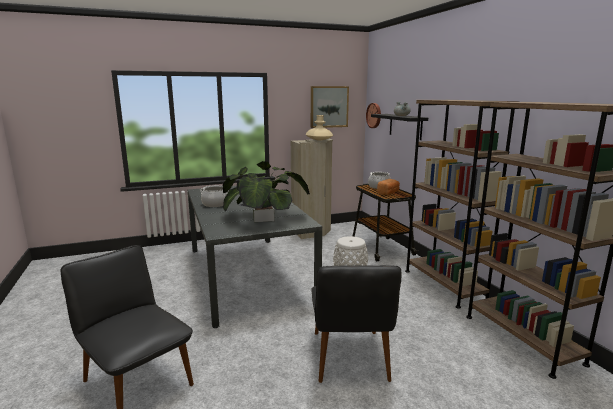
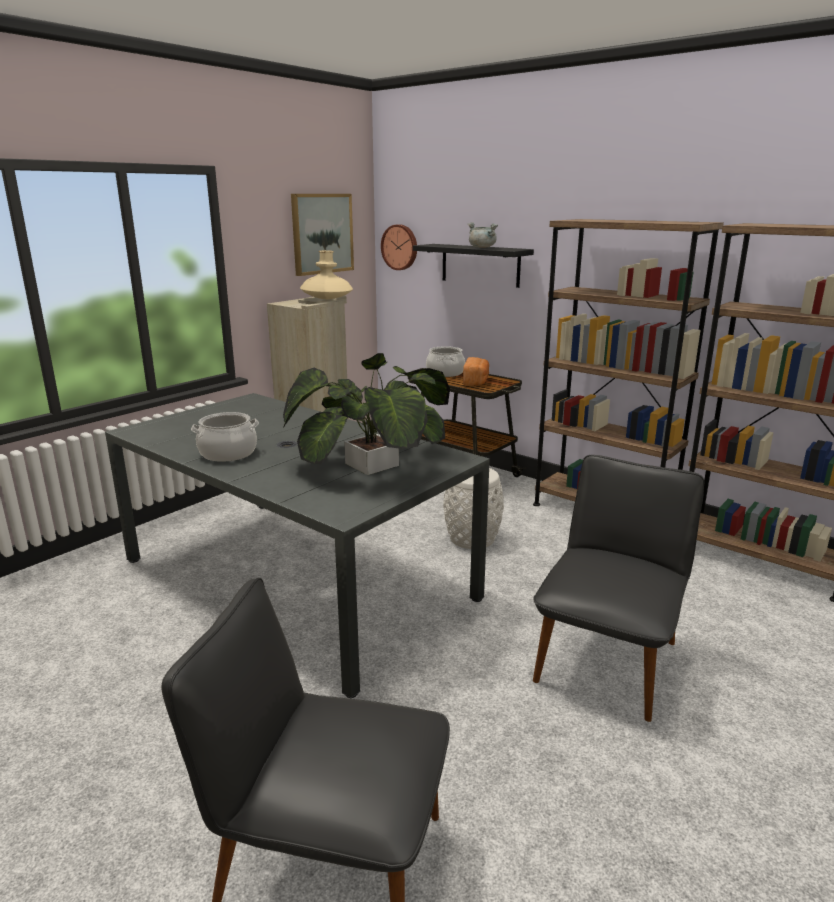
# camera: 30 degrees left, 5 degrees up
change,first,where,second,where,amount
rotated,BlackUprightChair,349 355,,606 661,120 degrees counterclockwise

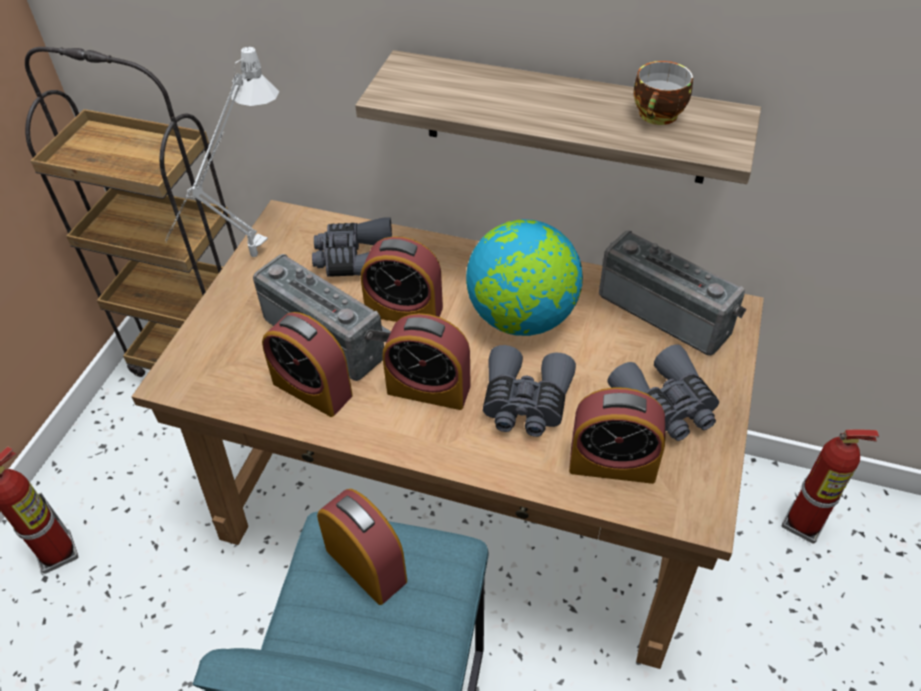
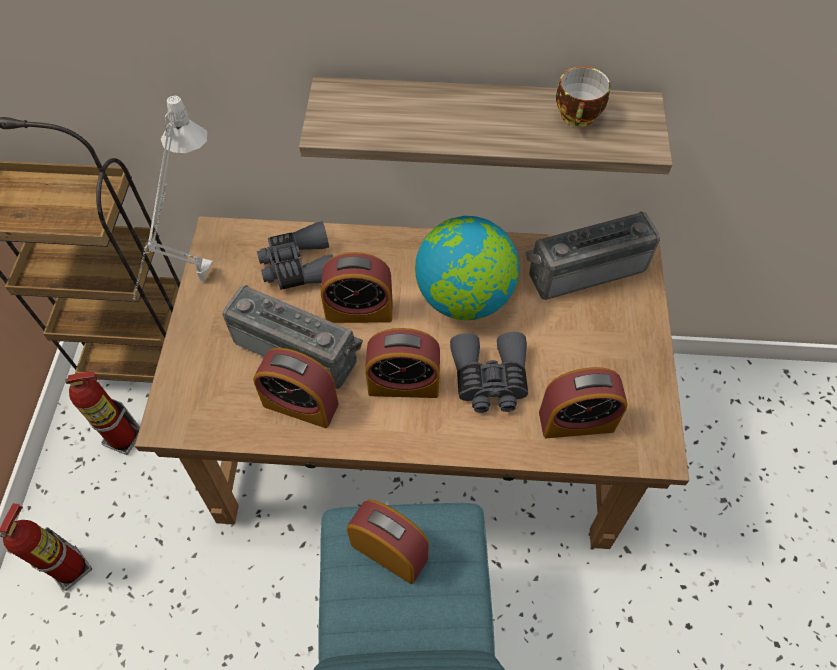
# camera: 15 degrees left, 10 degrees up
change,first,where,second,where,amount
rotated,RadioSet,667 311,,584 268,45 degrees counterclockwise
gone,GrayBinoculars,666 406,,,
shifted,FireFightingCylinder,804 524,,124 439,

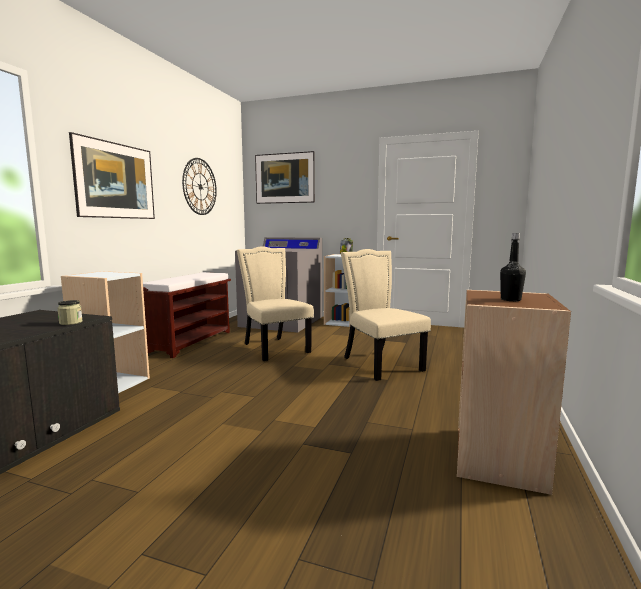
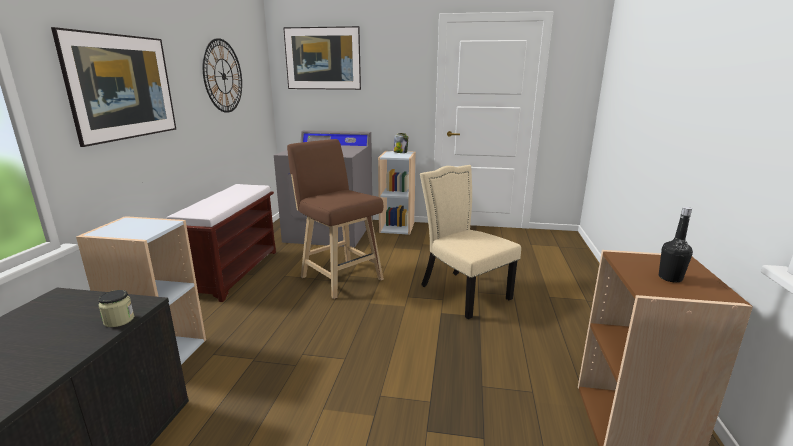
# camera: 10 degrees left, 10 degrees up
change,first,where,second,where,amount
swapped,BeigeColouredUprightChair,275 349,BrownColouredStoolSeat,339 277,

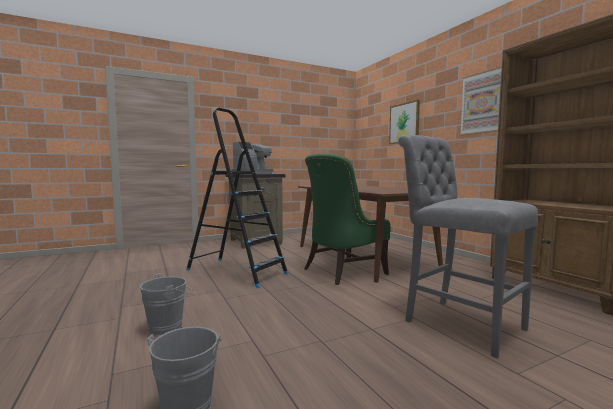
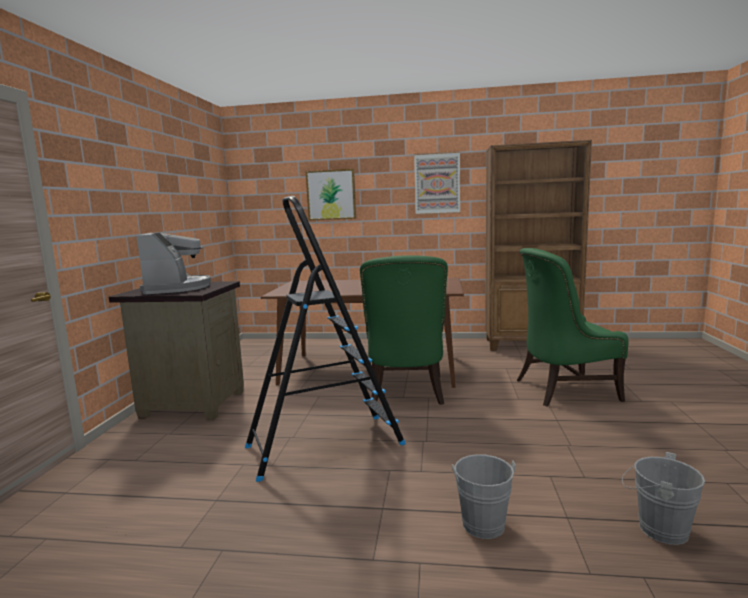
# camera: 55 degrees left, 5 degrees up
change,first,where,second,where,amount
swapped,GrayStoolSeat,458 322,GreenColouredUprightChair,564 389,

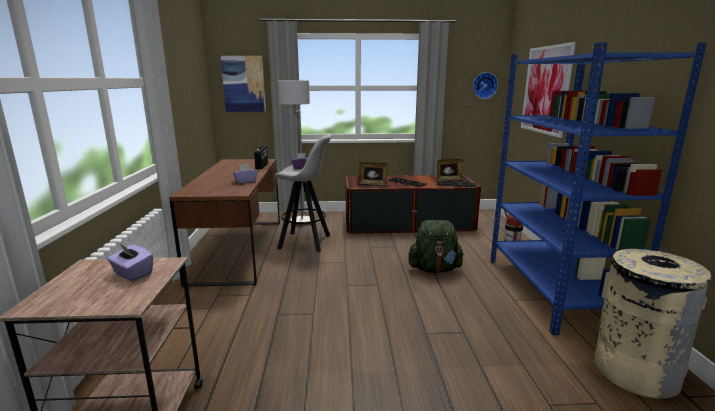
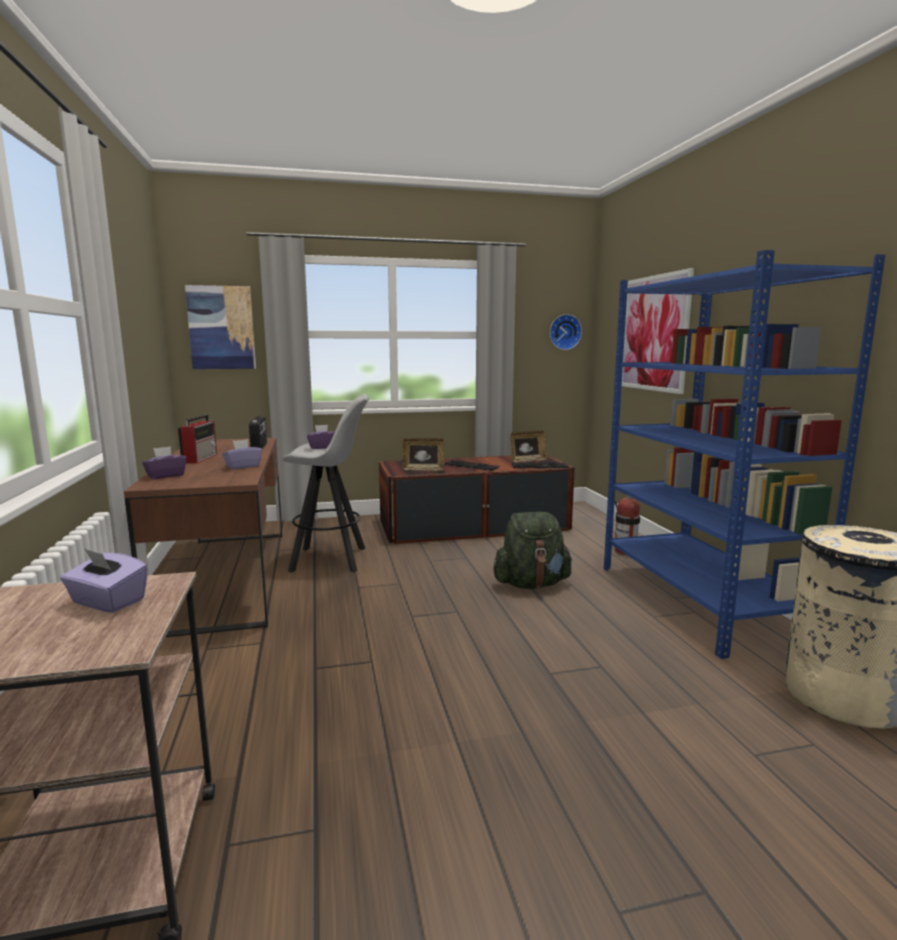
# camera: 10 degrees left, 5 degrees down
change,first,where,second,where,amount
gone,GrayFloorLamp,300 224,,,
new,,,RadioSet,200 458,
new,,,PurpleTissueHolder,165 476,

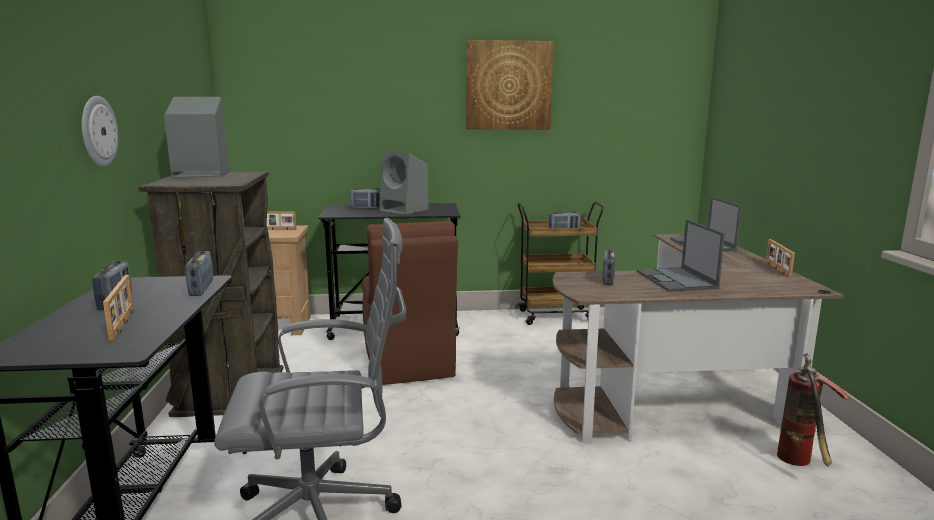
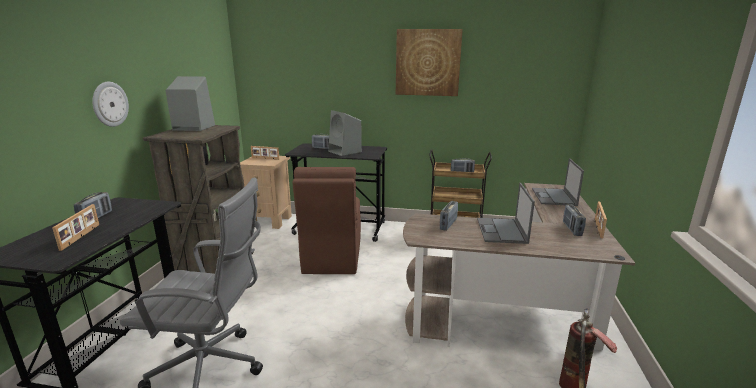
# camera: 15 degrees right, 5 degrees up
change,first,where,second,where,amount
shifted,RadioSet,201 288,,572 229,

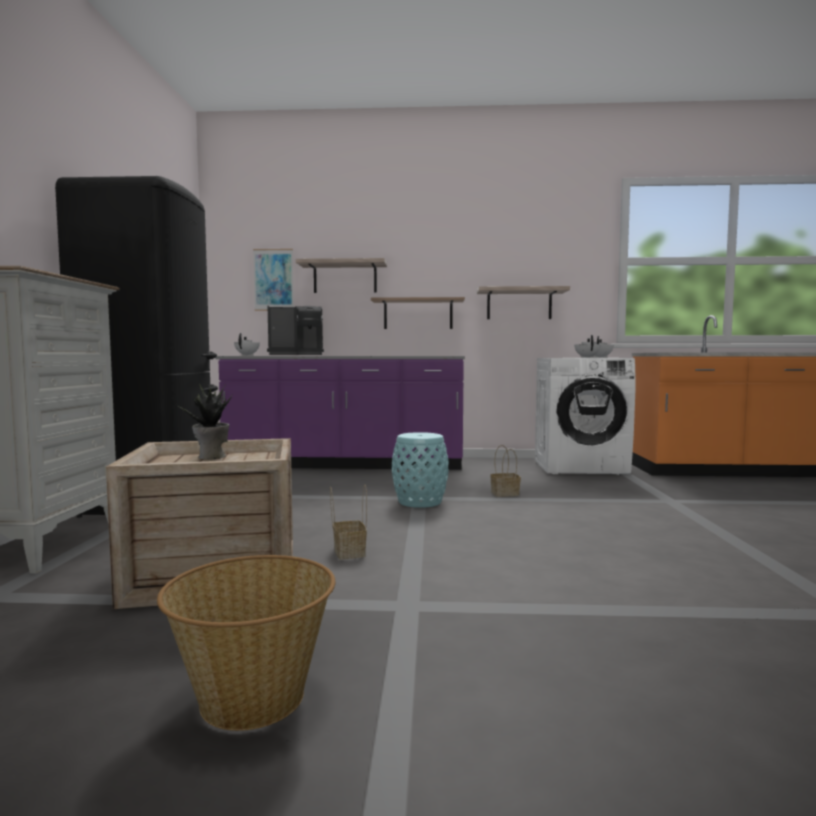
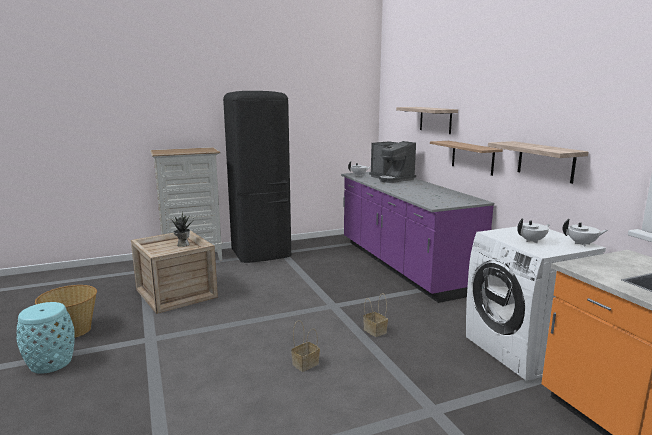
# camera: 65 degrees right, 10 degrees up
change,first,where,second,where,amount
gone,WallPicture,273 280,,,
shifted,TurquoiseColouredStoolSeat,420 502,,51 363,
shifted,HouseholdBasket,348 552,,306 363,

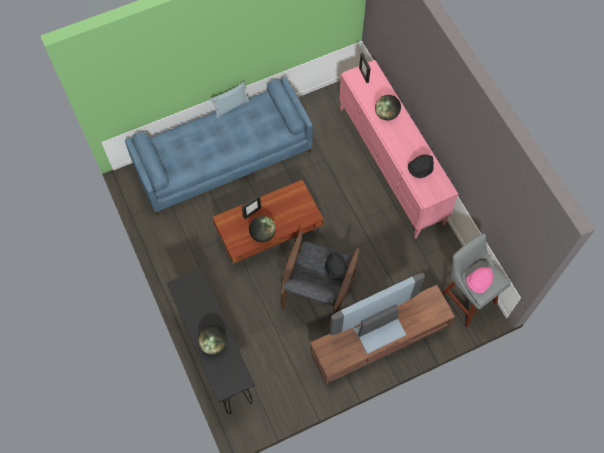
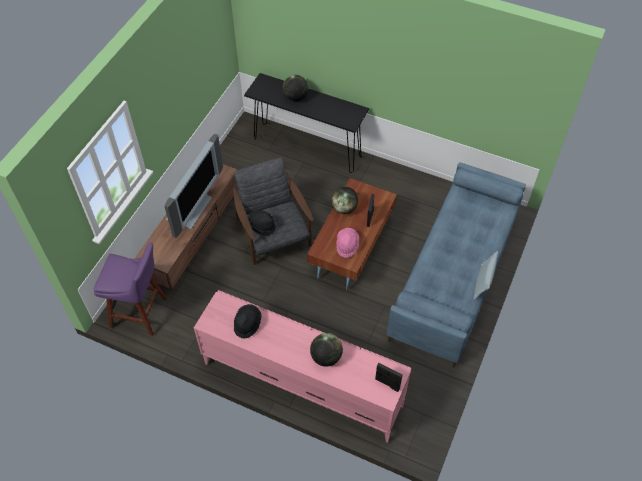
# camera: 140 degrees right, 10 degrees down
change,first,where,second,where,amount
repainted,GrayStoolSeat,467 298,PurpleStoolSeat,140 313,
shifted,PinkHat,478 282,,347 246,

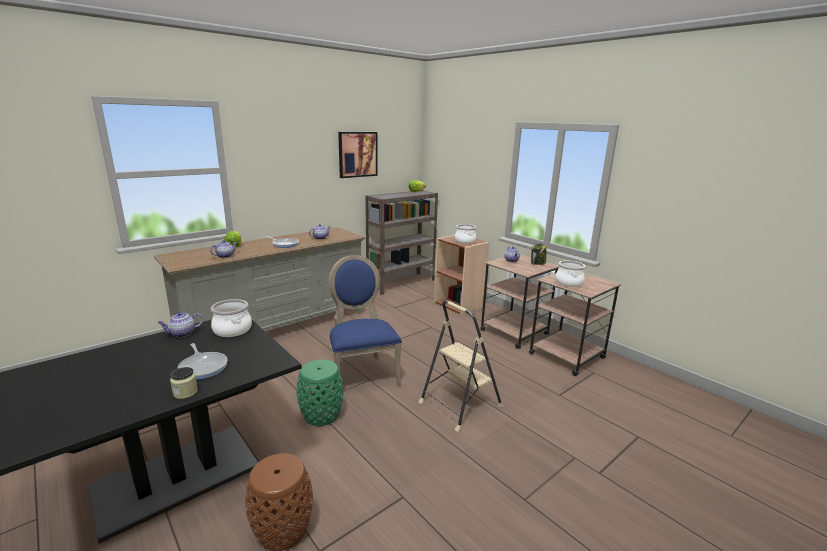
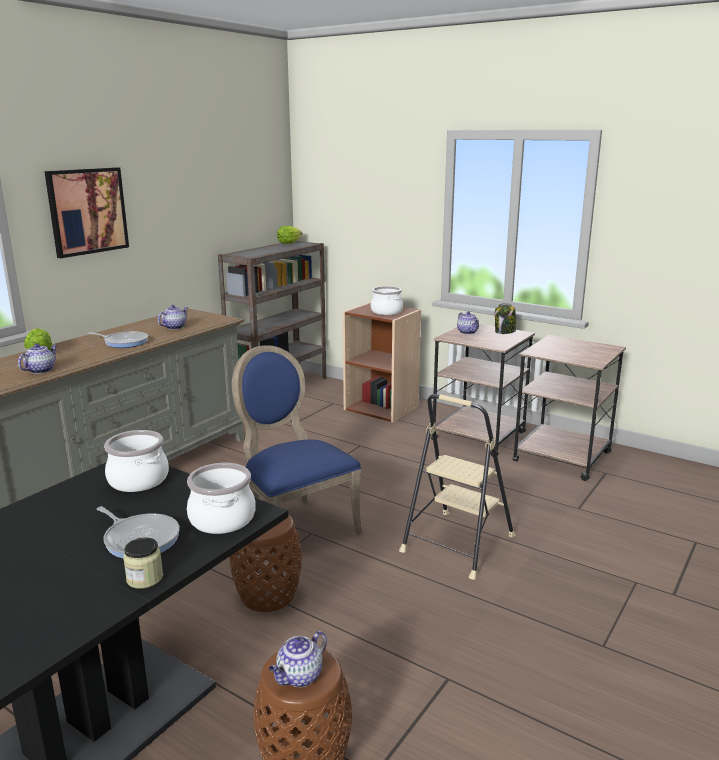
# camera: 15 degrees left, 0 degrees up
change,first,where,second,where,amount
shifted,WallPicture,357 154,,87 211,
shifted,Stockpot,568 283,,221 519,
shifted,PotForTea,182 334,,299 677,
repainted,GreenColouredStoolSeat,321 415,BrownColouredStoolSeat,268 595,

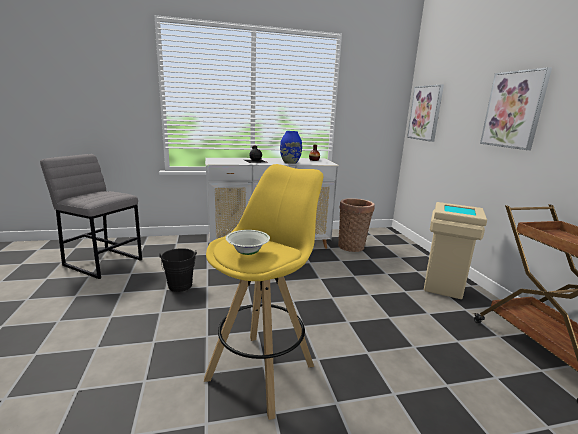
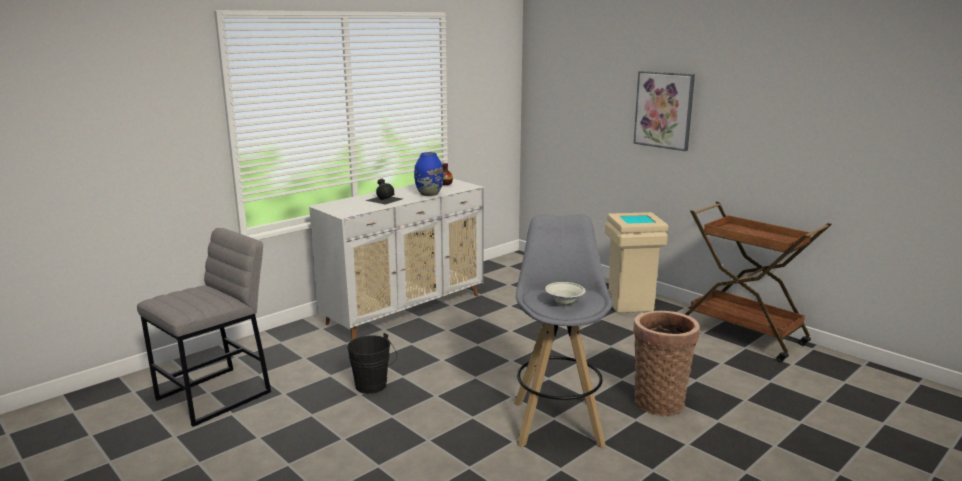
# camera: 30 degrees left, 0 degrees up
change,first,where,second,where,amount
gone,WallPicture,425 113,,,
rotated,GrayUprightChair,102 262,,216 394,135 degrees clockwise
repainted,YellowishStoolSeat,263 370,GrayStoolSeat,558 421,
shifted,HouseholdBasket,352 246,,659 401,

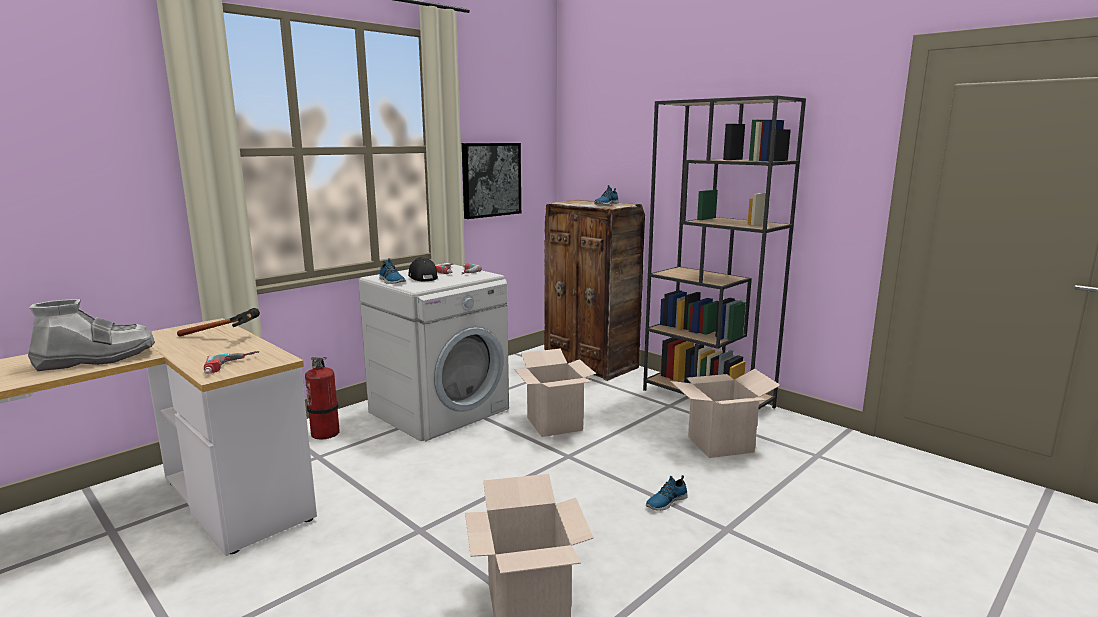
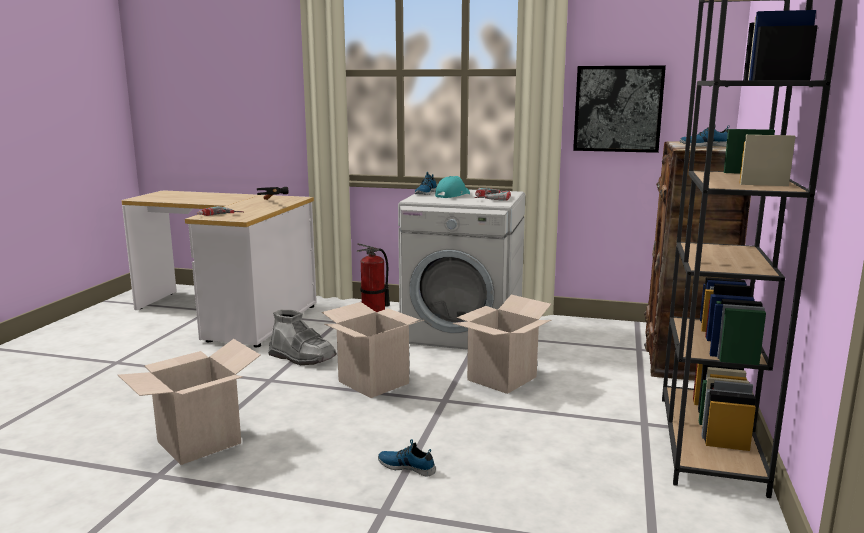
# camera: 60 degrees right, 0 degrees up
change,first,where,second,where,amount
repainted,BlackPeakedCap,422 277,TurquoiseColouredPeakedCap,452 195,
shifted,GrayHighTopBoot,97 359,,302 357,
shifted,CardboardBox,720 444,,373 382,

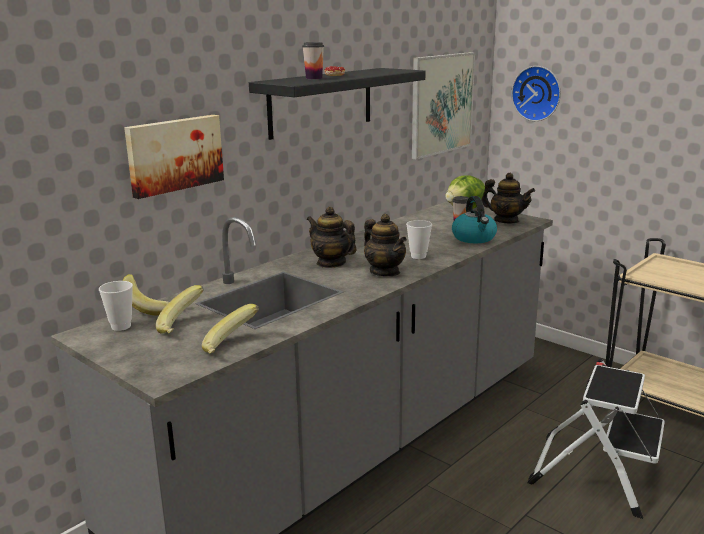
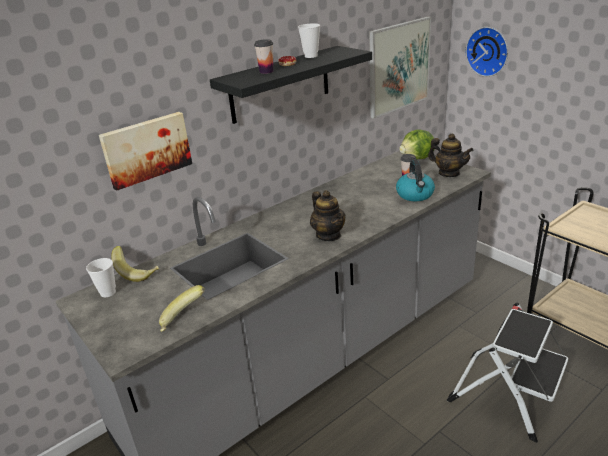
# camera: 10 degrees right, 10 degrees up
change,first,where,second,where,amount
gone,PotForTea,331 263,,,
shifted,SmallCup,418 256,,311 56,
gone,BananaFruit,183 327,,,

